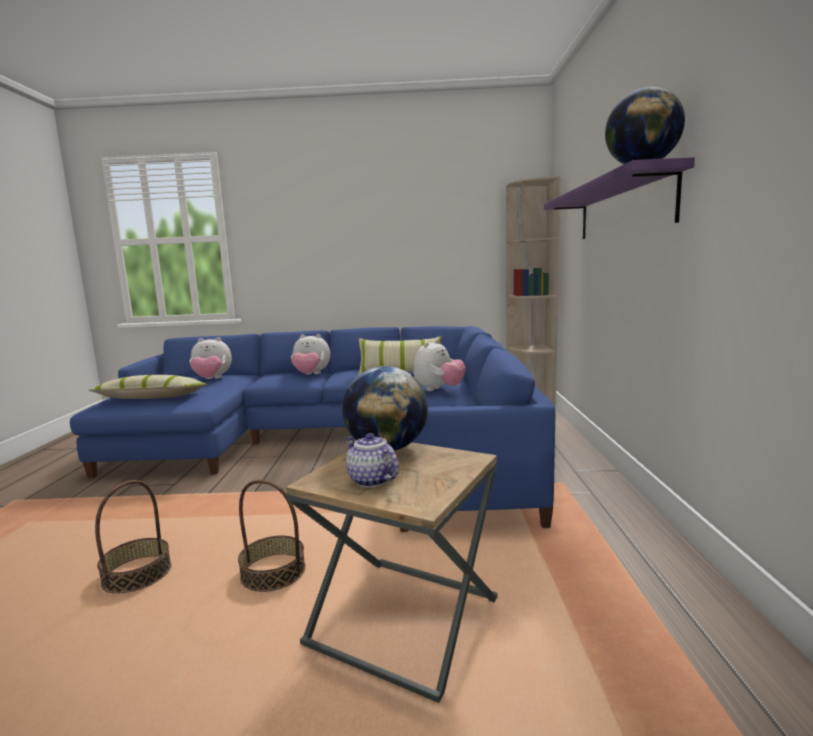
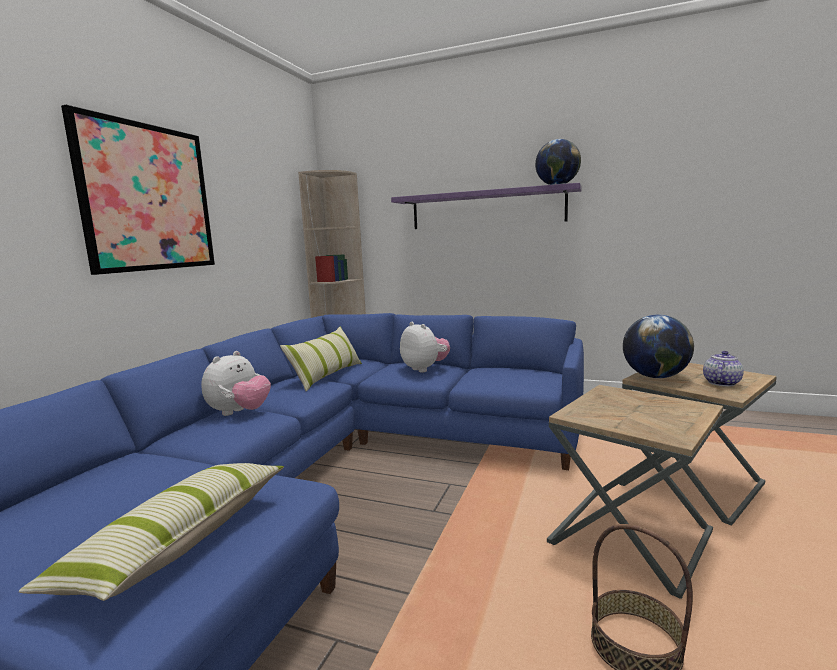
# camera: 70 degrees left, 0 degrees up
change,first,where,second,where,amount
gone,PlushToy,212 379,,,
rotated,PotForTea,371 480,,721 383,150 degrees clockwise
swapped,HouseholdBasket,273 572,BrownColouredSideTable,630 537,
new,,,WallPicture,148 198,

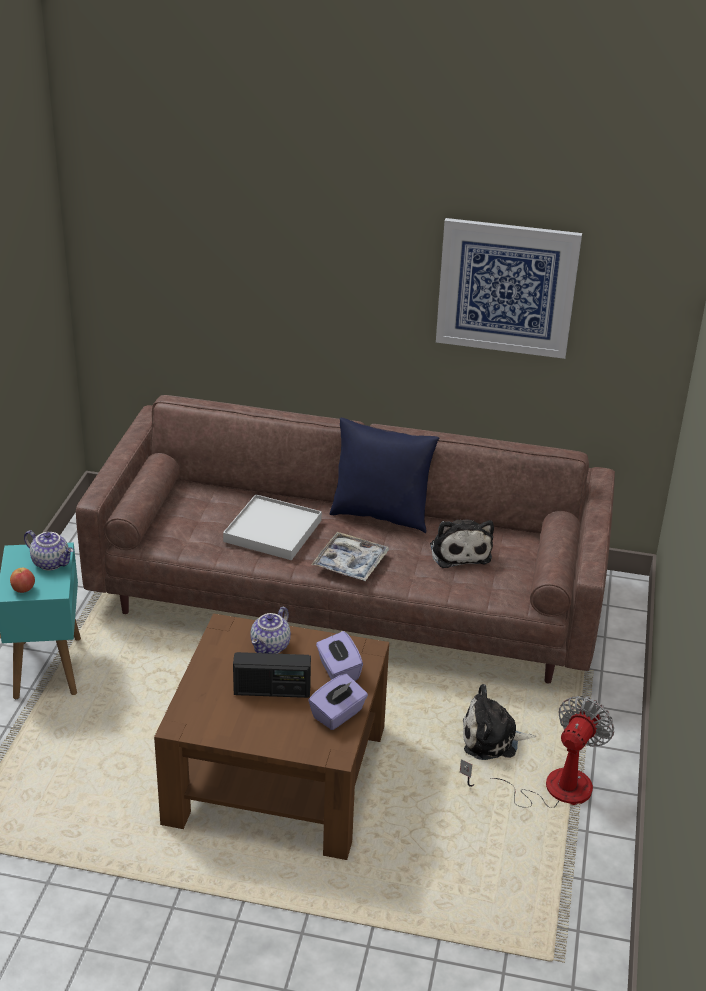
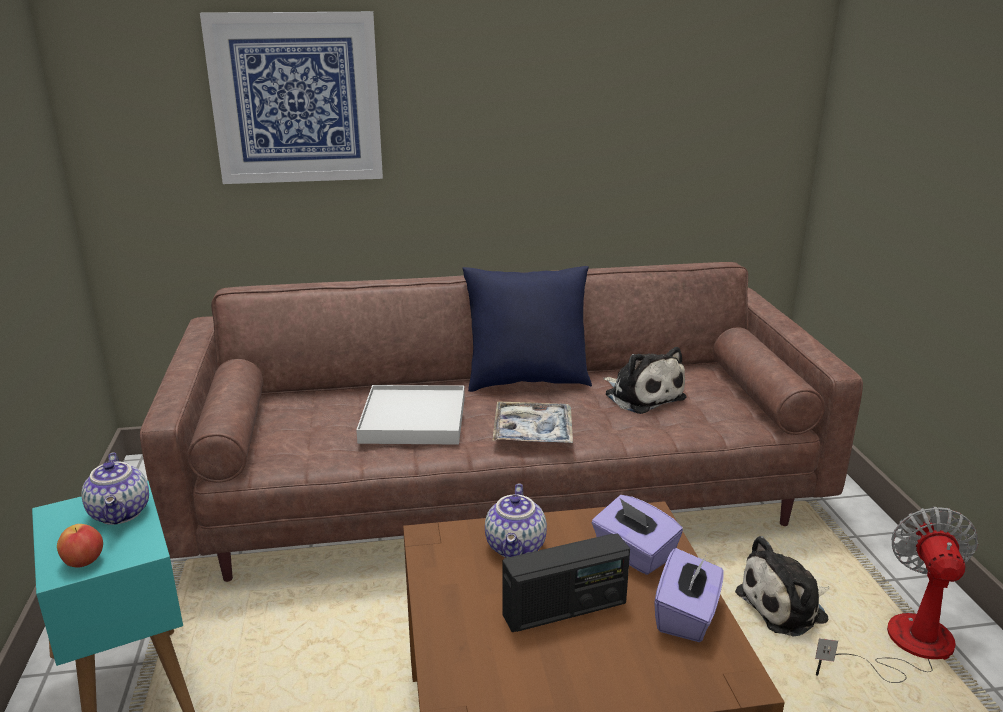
# camera: 20 degrees left, 10 degrees down
change,first,where,second,where,amount
shifted,WallPicture,506 288,,296 99,
rotated,PotForTea,51 562,,122 513,60 degrees clockwise

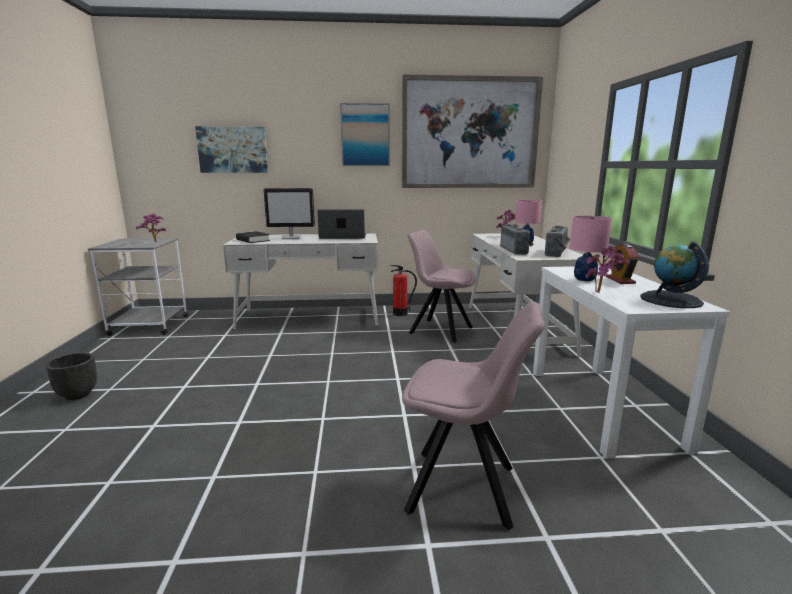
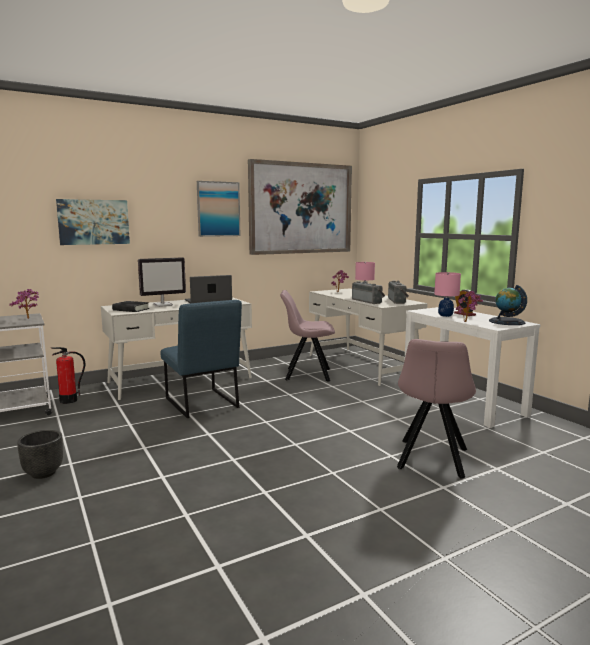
# camera: 25 degrees left, 5 degrees down
change,first,where,second,where,amount
shifted,FireFightingCylinder,400 314,,68 401,
rotated,PinkUprightChair,463 488,,431 459,120 degrees clockwise
new,,,BlueUprightChair,202 403,

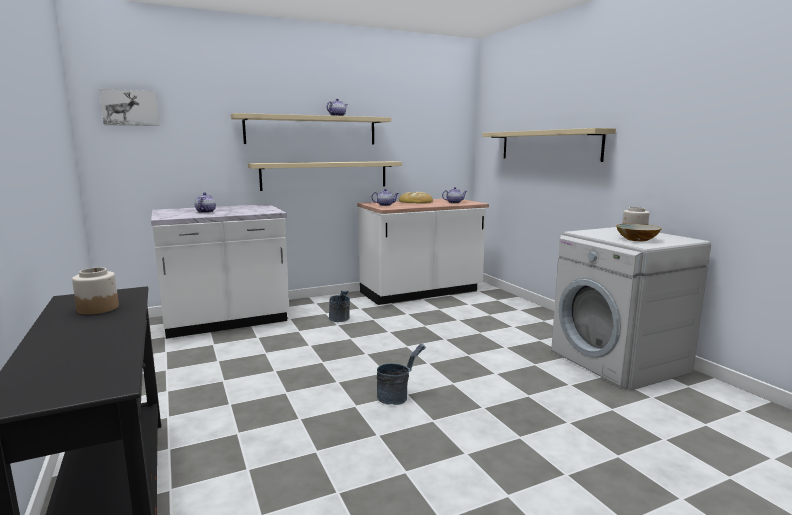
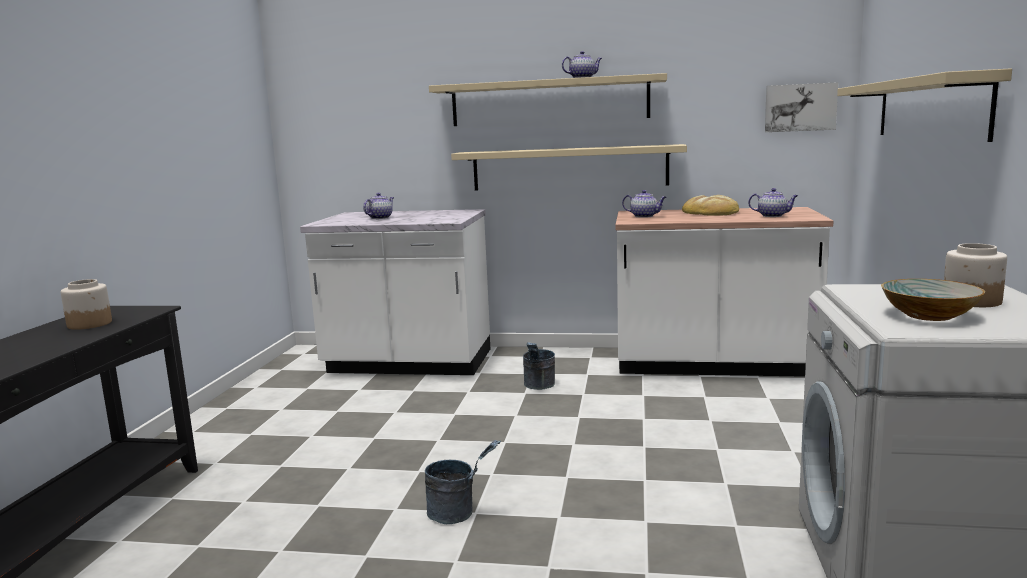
# camera: 35 degrees right, 0 degrees up
change,first,where,second,where,amount
shifted,WallPicture,130 108,,800 107,

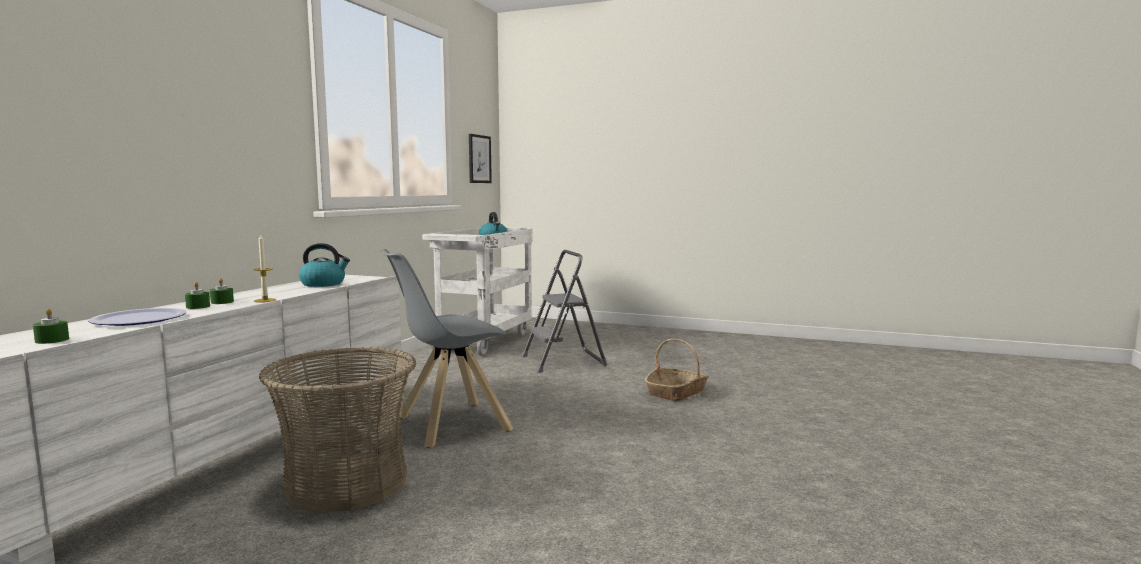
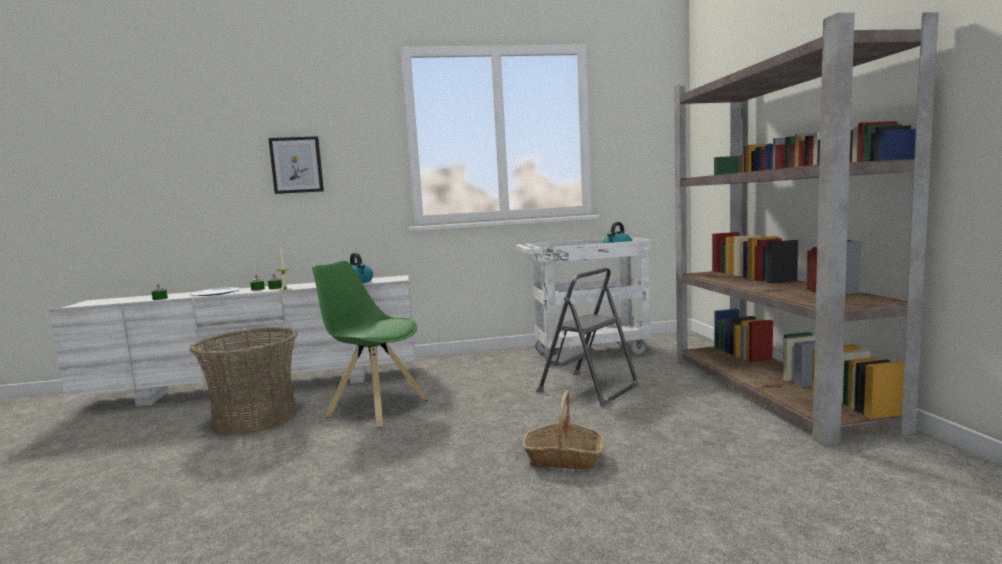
# camera: 60 degrees right, 0 degrees up
change,first,where,second,where,amount
shifted,WallPicture,479 159,,296 165,
repainted,GrayUprightChair,450 424,GreenColouredUprightChair,375 407,
new,,,BrownColouredBookshelf,772 390,

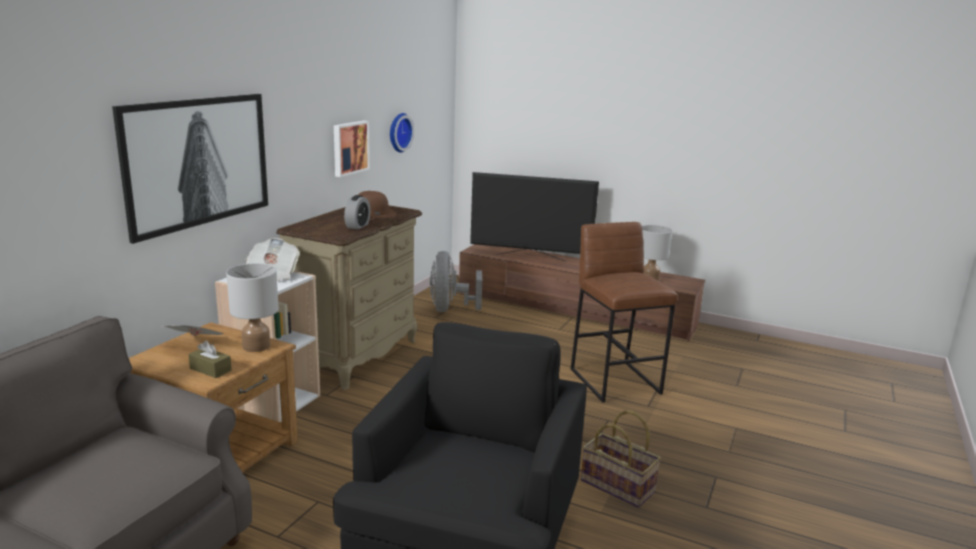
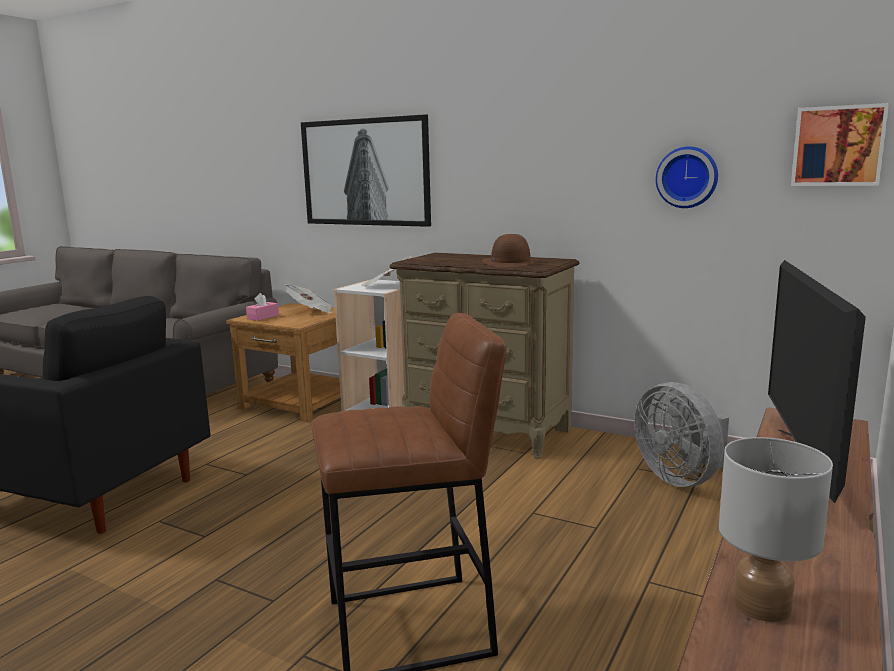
# camera: 95 degrees right, 5 degrees down
change,first,where,second,where,amount
shifted,WallPicture,349 148,,838 146,
gone,BedsideClock,357 226,,,
rotated,GrayFan,450 309,,680 478,120 degrees counterclockwise
gone,GrayTableLamp,256 346,,,
repainted,BrownColouredTissueHolder,210 369,PinkTissueHolder,263 317,
gone,HouseholdBasket,618 486,,,

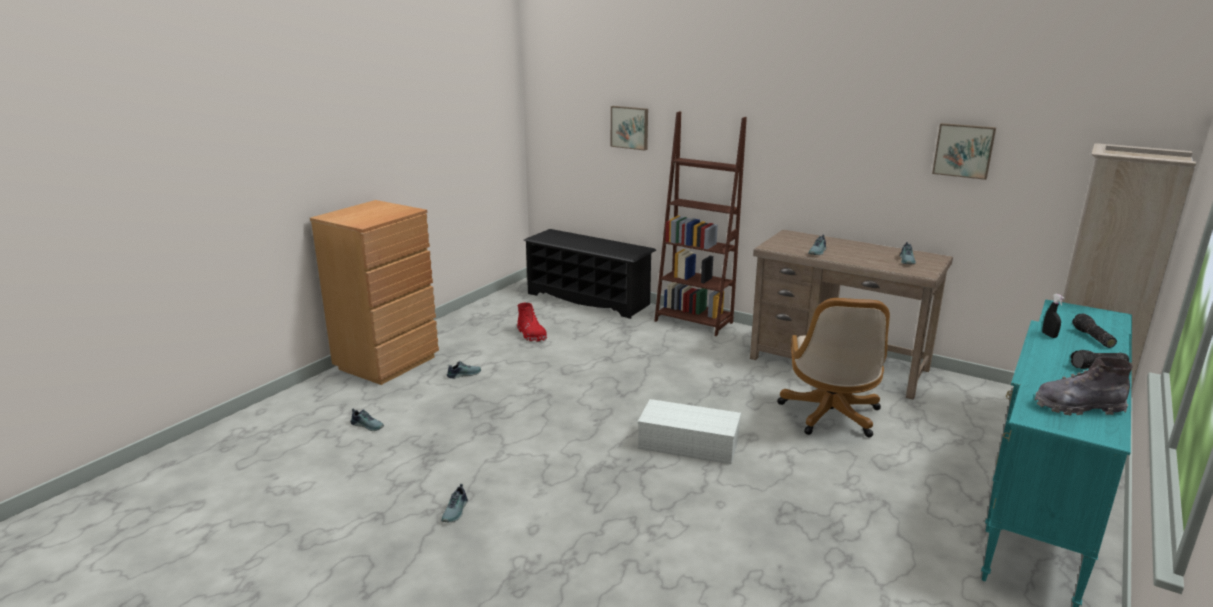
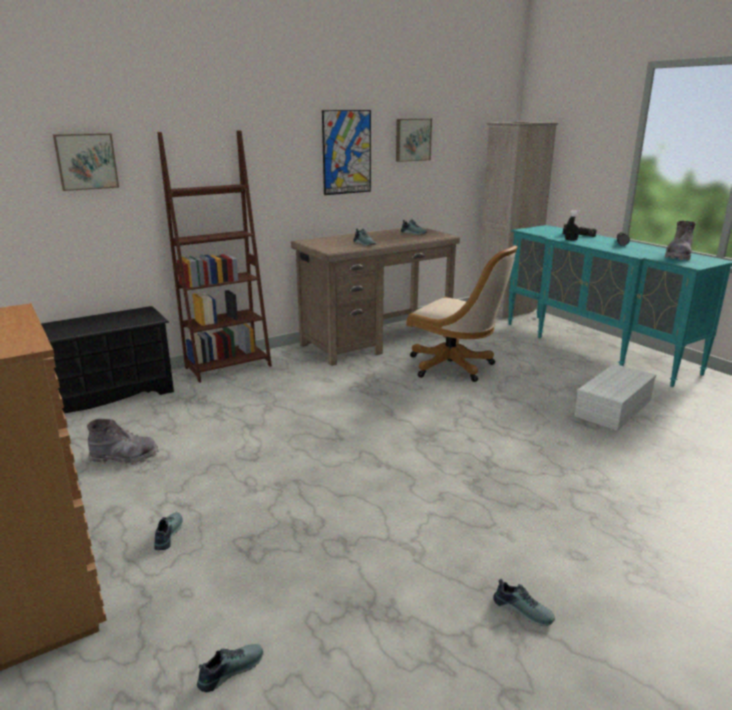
# camera: 65 degrees left, 0 degrees up
change,first,where,second,where,amount
repainted,ReddishHighTopBoot,531 335,GrayHighTopBoot,124 457,
shifted,WhiteColouredStorageBox,690 444,,613 407,
new,,,WallPicture,347 152,

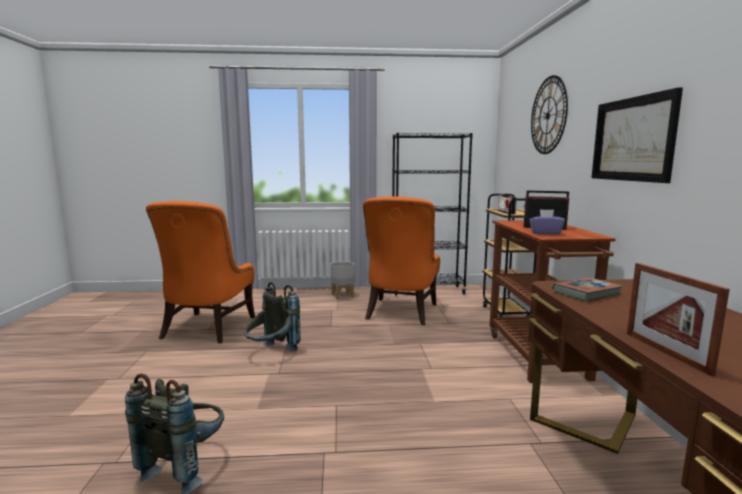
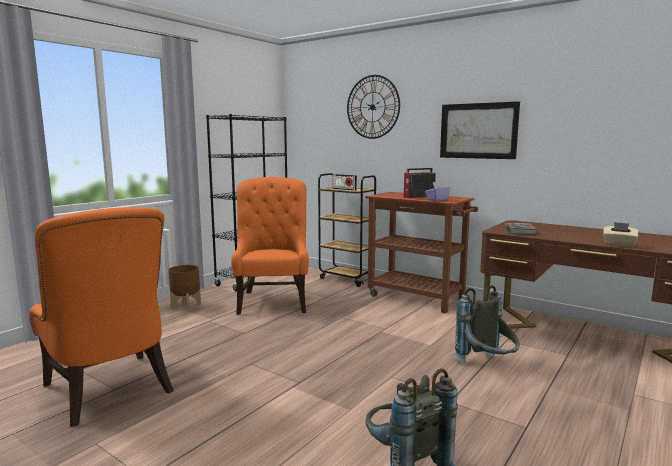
# camera: 50 degrees left, 0 degrees up
change,first,where,second,where,amount
rotated,OrangeColouredUprightChair,401 312,,273 301,150 degrees counterclockwise
repainted,GrayPlantPot,342 296,BrownColouredPlantPot,186 306,
swapped,PictureFrame,666 352,BeigeColouredTissueHolder,619 245,
shifted,GrayKnapsack,271 353,,487 366,

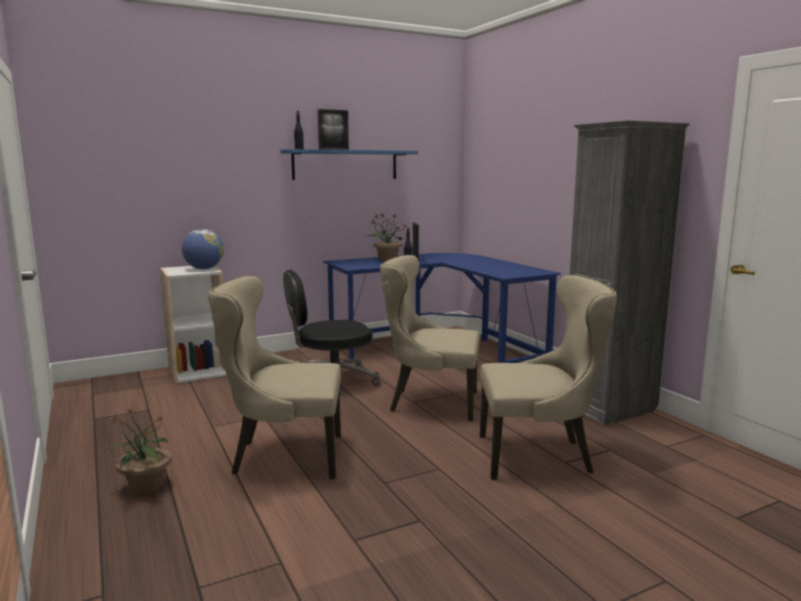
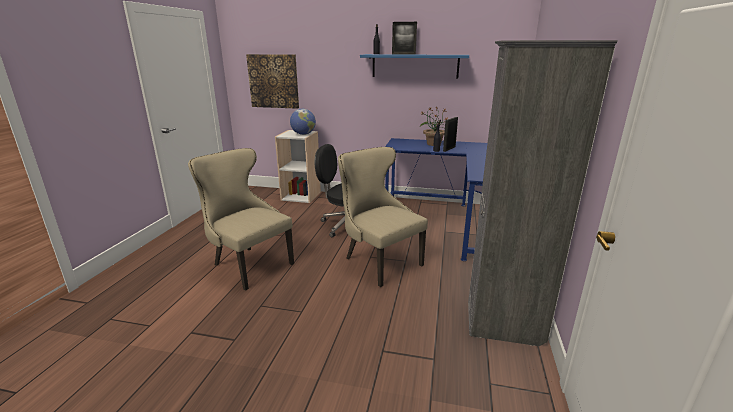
# camera: 40 degrees right, 10 degrees up
change,first,where,second,where,amount
gone,BeigeColouredUprightChair,539 456,,,
gone,PlantInAPot,145 486,,,
new,,,WallPicture,273 81,

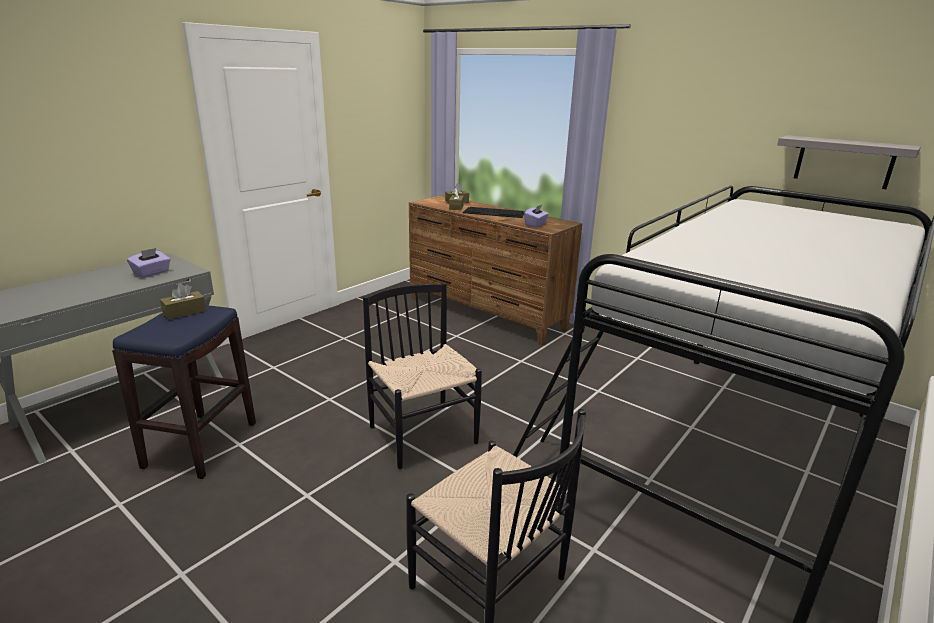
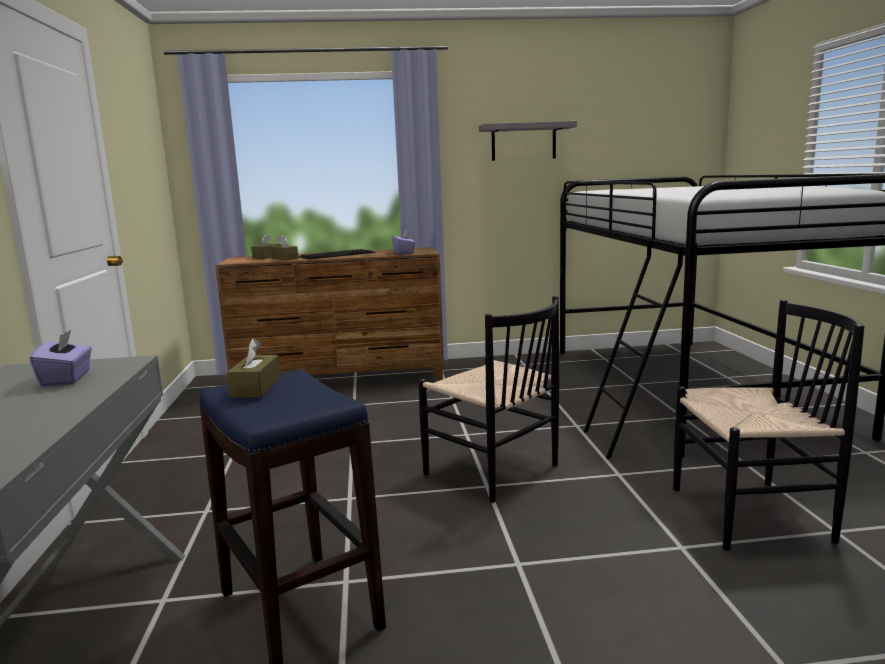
# camera: 45 degrees left, 10 degrees down
change,first,where,second,where,amount
shifted,GrayShelf,844 162,,523 142,
rotated,BlackUprightChair,421 432,,495 472,150 degrees counterclockwise

